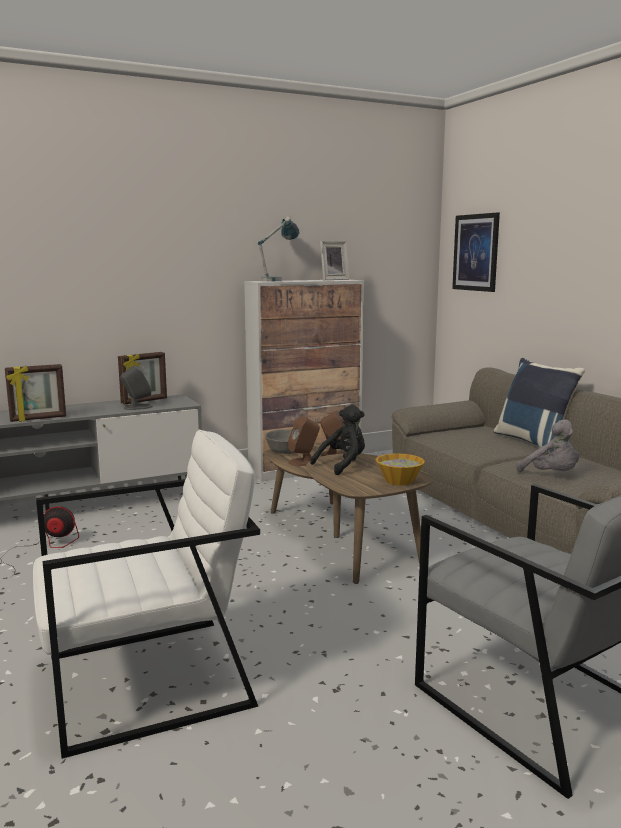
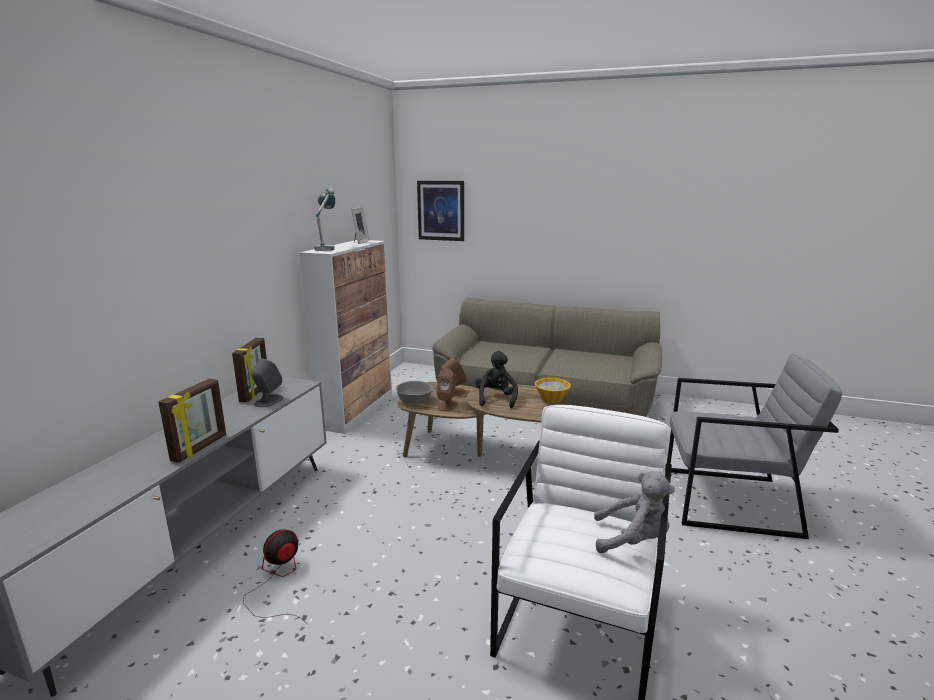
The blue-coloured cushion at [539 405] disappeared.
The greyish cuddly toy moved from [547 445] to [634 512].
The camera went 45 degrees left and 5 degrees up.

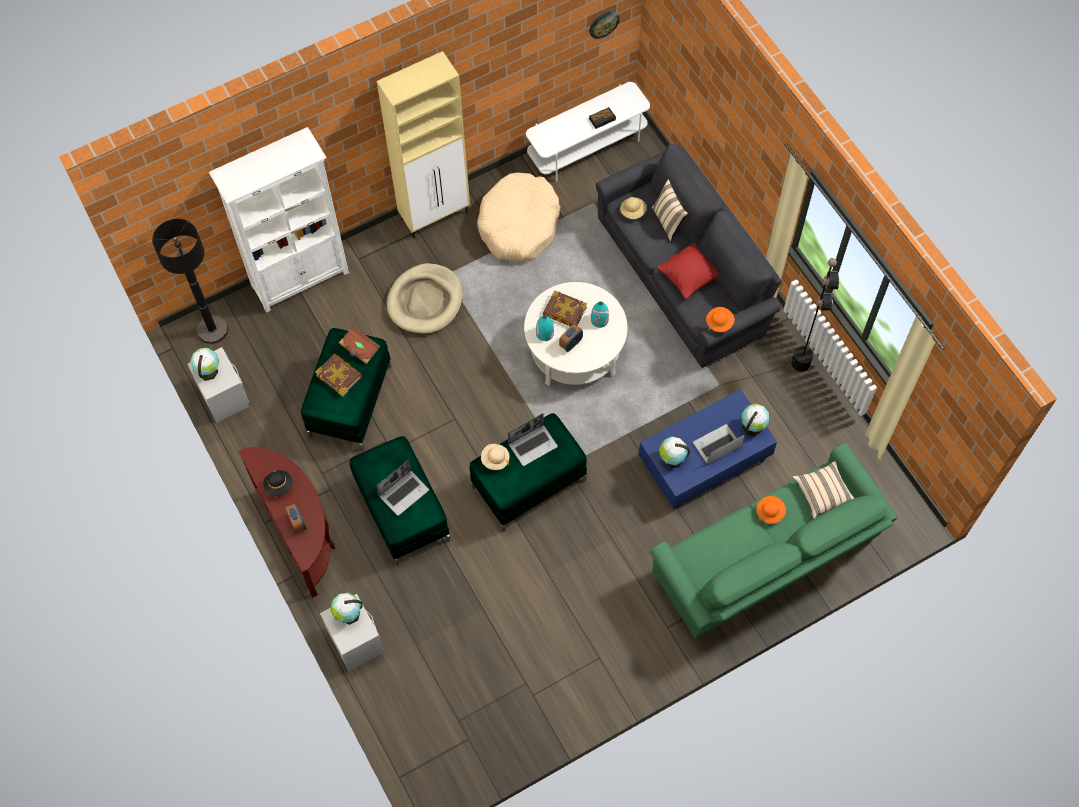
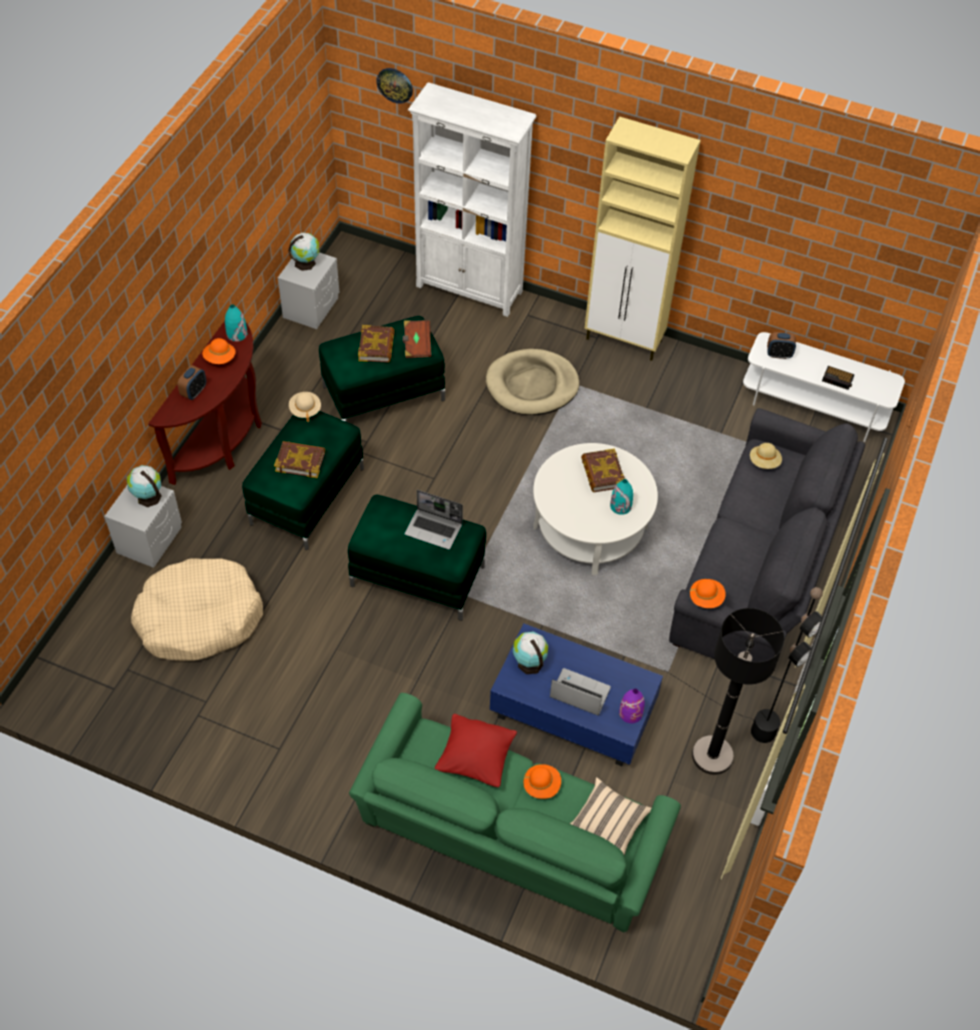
The sand-coloured cushion at [670 210] disappeared.
The black-coloured floor lamp moved from [190 281] to [738 691].
The sand-coloured dog cushion moved from [518 217] to [197 609].
The sand-coloured hat moved from [495 457] to [305 407].
The blue-green flower vase moved from [545 328] to [236 322].
The bedside clock moved from [571 338] to [781 345].
The wall clock moved from [604 25] to [394 86].
The red cushion moved from [688 271] to [476 750].
The portable computer at [403 488] was replaced by the book at [299 460].
The desk globe at [755 420] was replaced by the purple-coloured flower vase at [632 706].
The black-coloured hat at [278 483] became the orange-coloured hat at [219 351].
The camera went 50 degrees right and 10 degrees down.

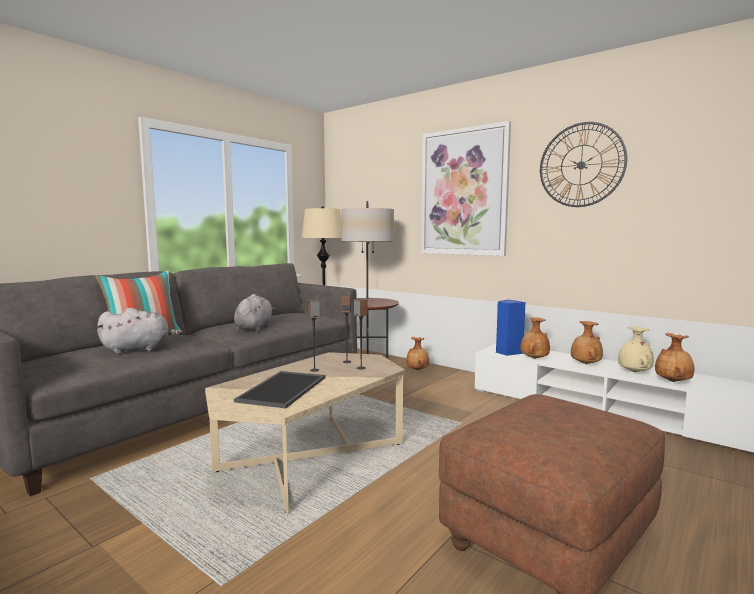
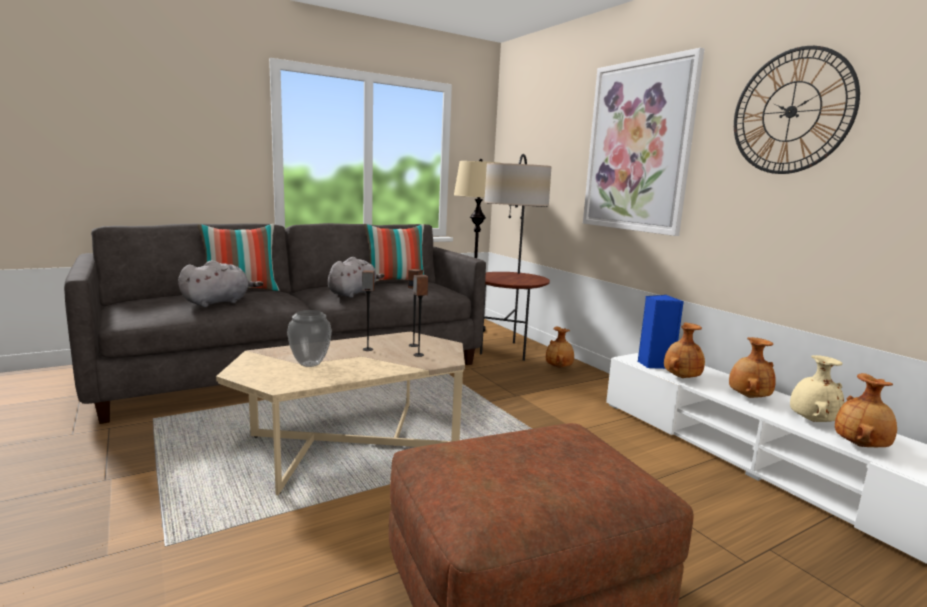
The cushion at [394 253] appeared.
The tray at [279 389] was replaced by the flower vase at [309 338].
The greyish cuddly toy at [140 331] turned 45 degrees counterclockwise.
The camera went 20 degrees right and 5 degrees up.

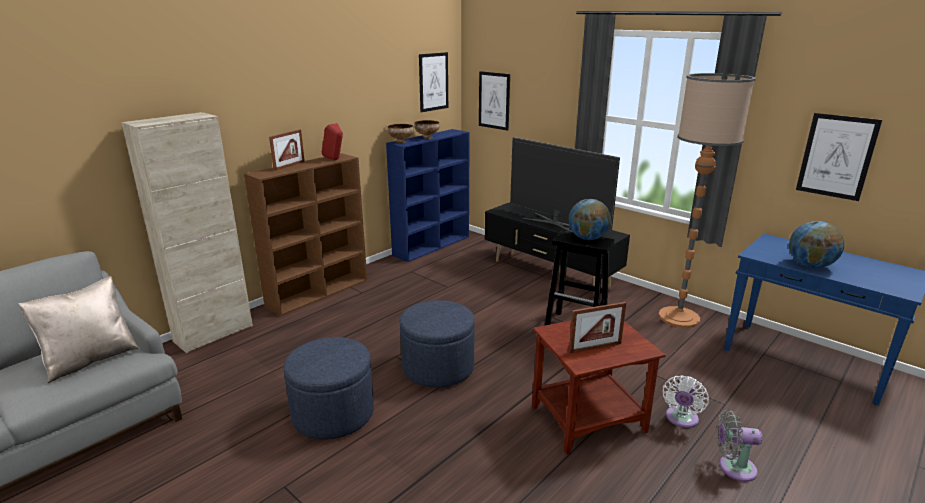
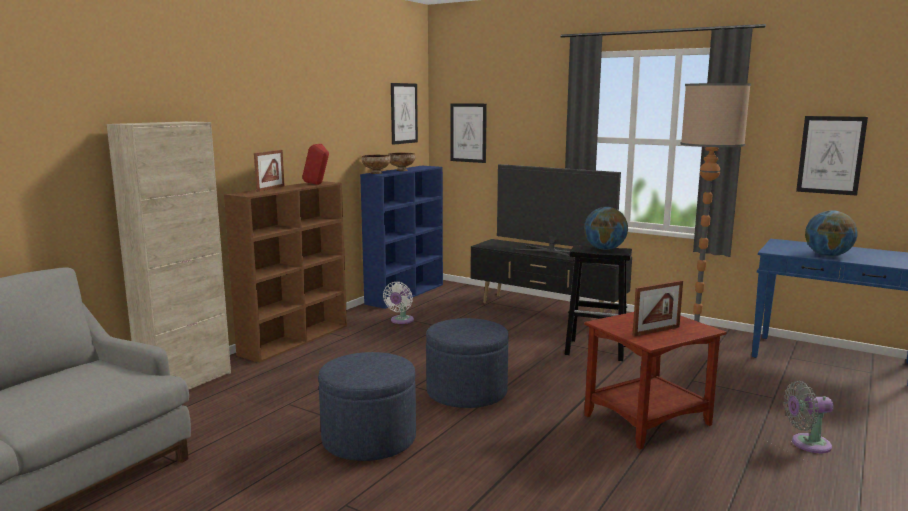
The sand-coloured cushion at [78 329] disappeared.
The white cooling fan moved from [686 401] to [398 303].
The camera went 10 degrees left and 10 degrees down.

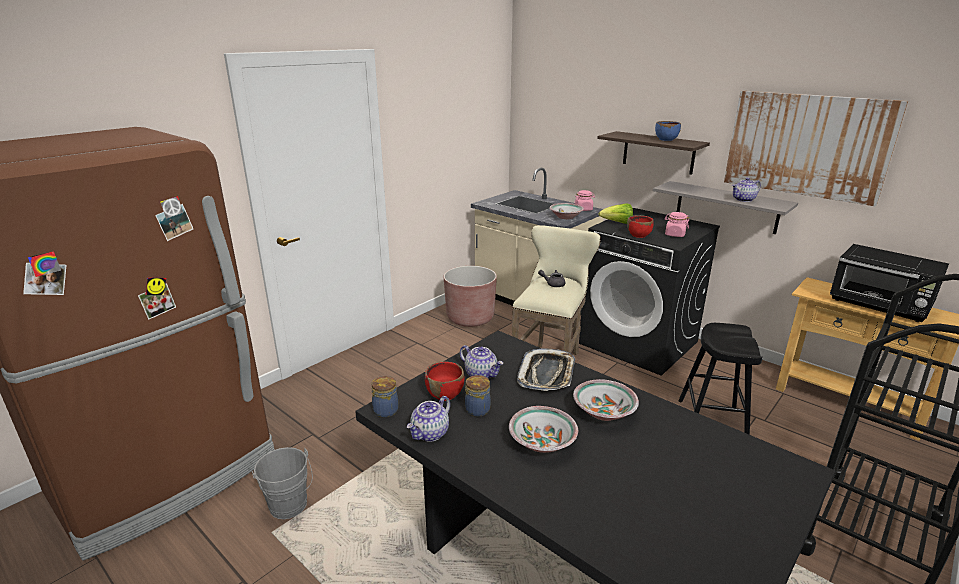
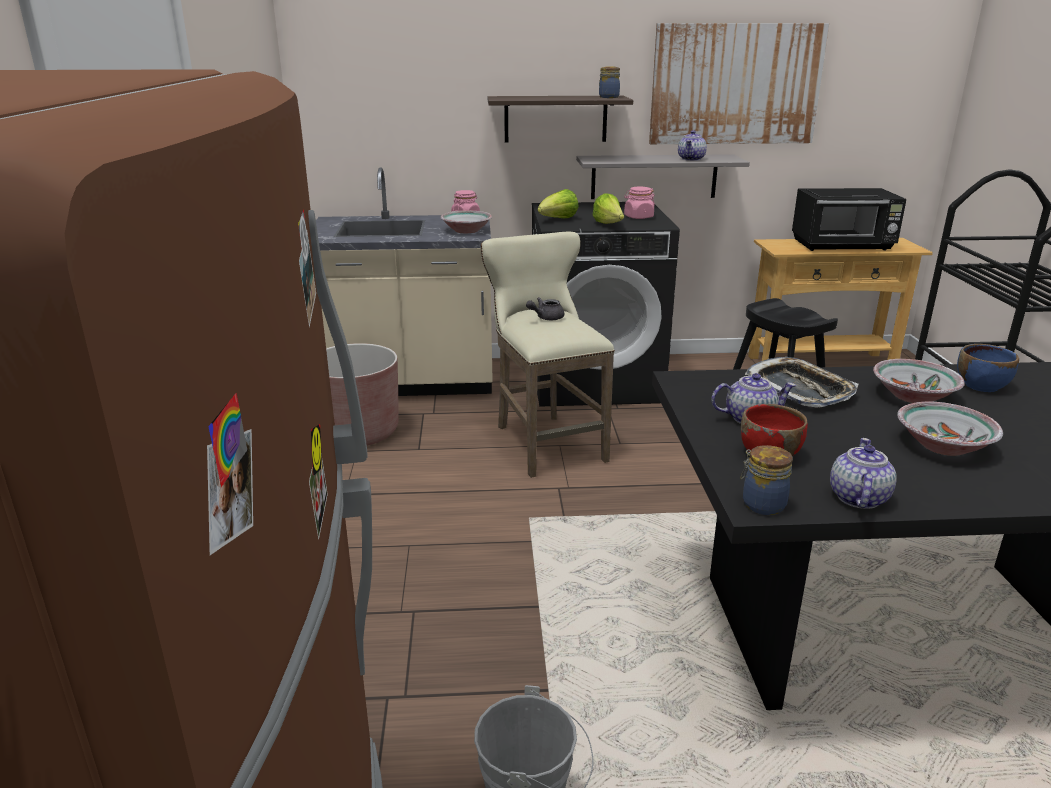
The jar moved from [478 396] to [609 82].
The blue-coloured deep dish moved from [668 131] to [988 368].
The red deep dish at [640 226] was replaced by the head of lettuce at [608 208].
The teapot at [428 419] turned 150 degrees counterclockwise.
The camera went 45 degrees left and 0 degrees up.

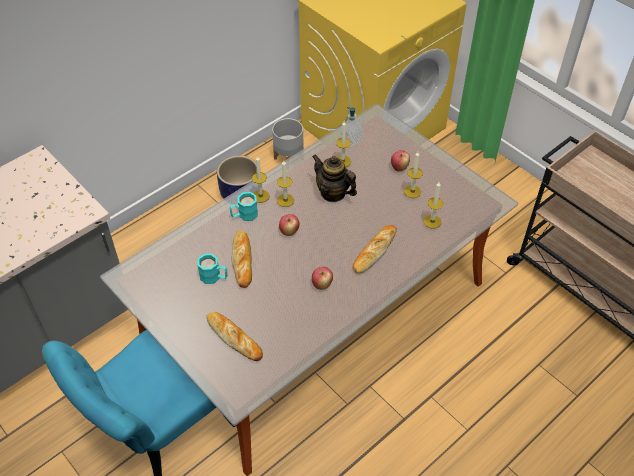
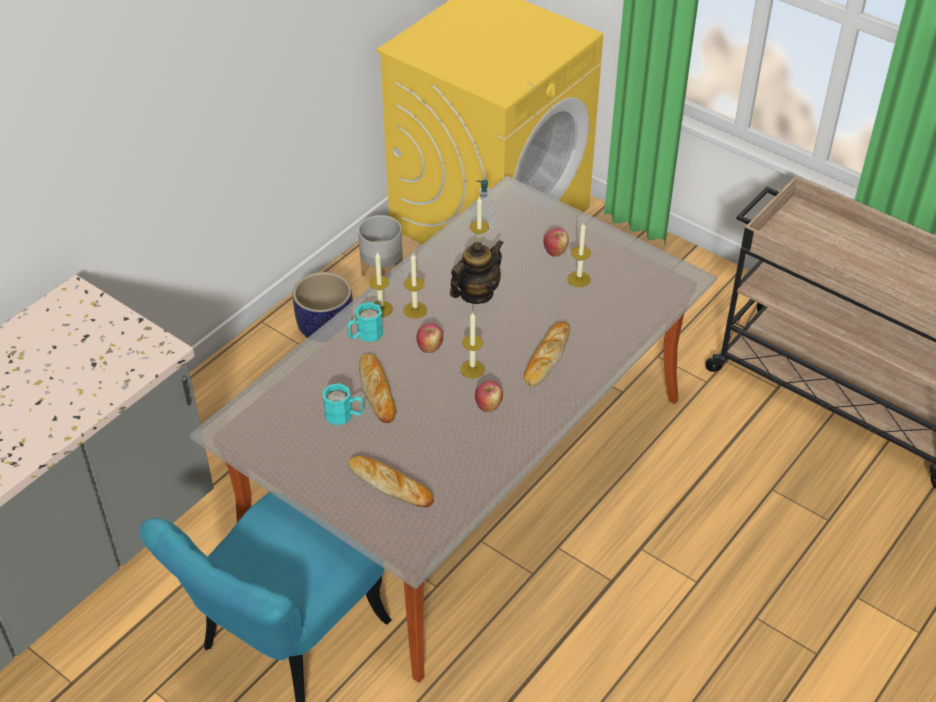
The wax candle moved from [433 205] to [472 345].
The teapot at [334 178] turned 105 degrees clockwise.
The camera went 10 degrees left and 5 degrees down.

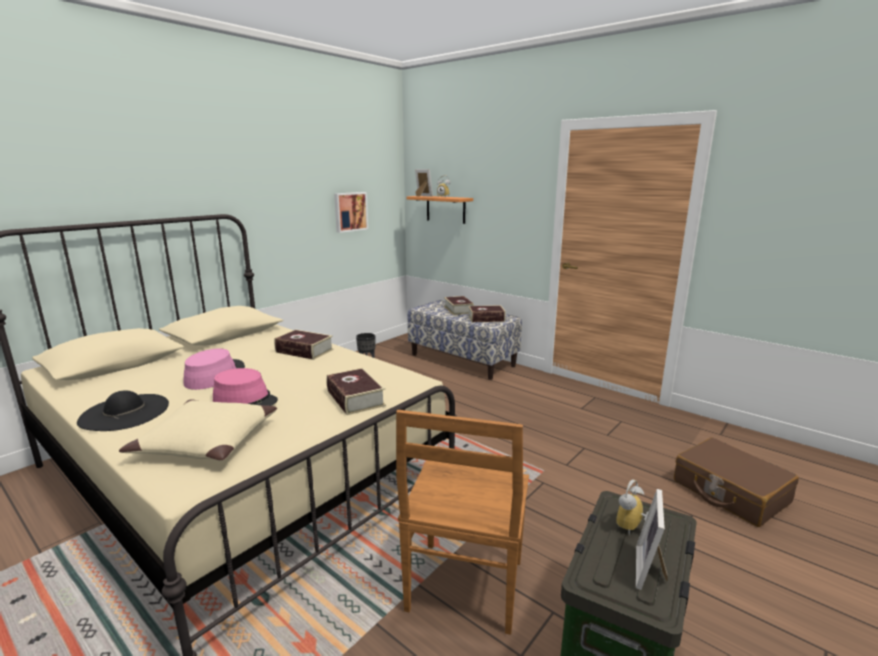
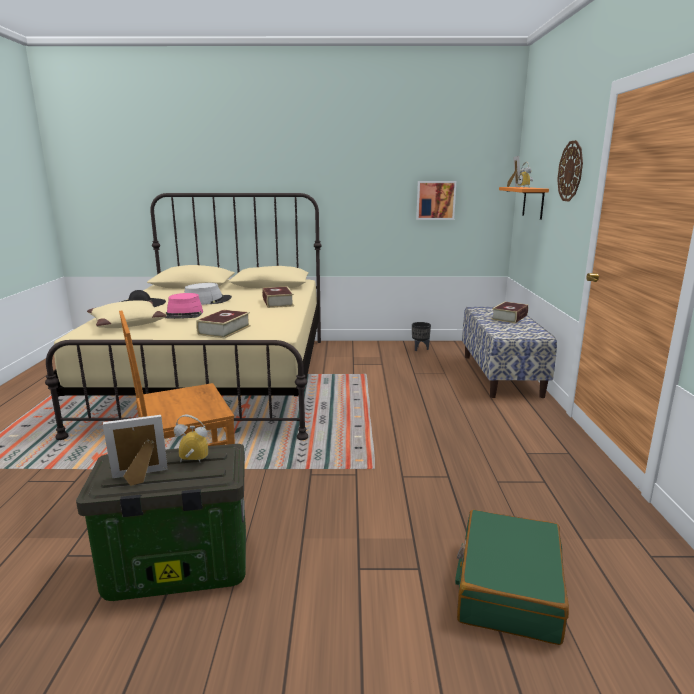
The book at [487 313] disappeared.
The wall clock at [570 171] appeared.
The pink hat at [214 369] became the greyish hat at [208 294].
The brown suitcase at [736 482] became the green suitcase at [512 577].
The camera went 50 degrees right and 0 degrees up.

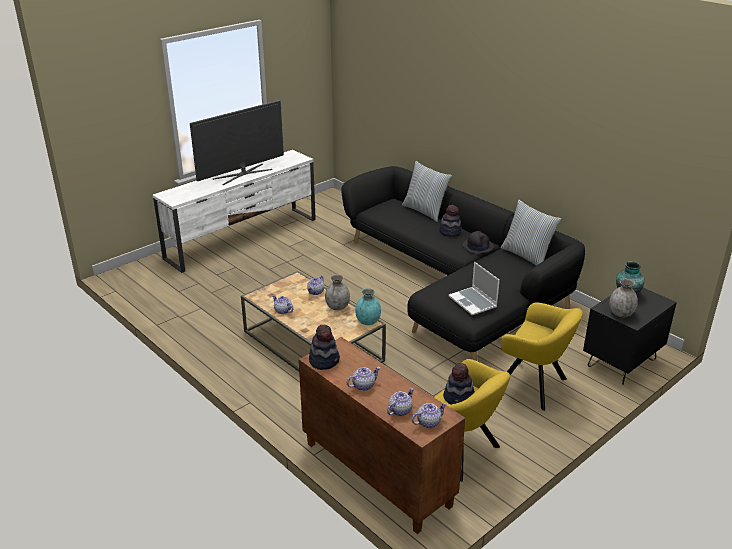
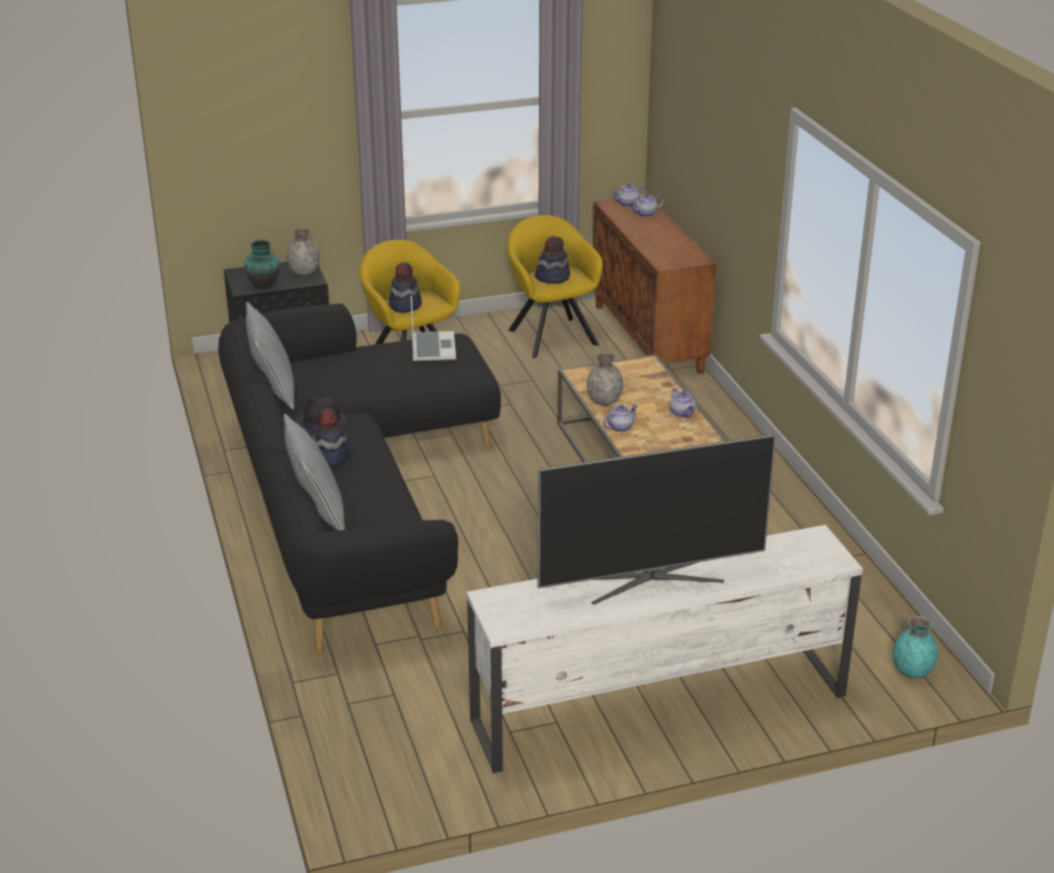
The teapot at [363 379] disappeared.
The hat moved from [324 347] to [405 287].
The blue-green flower vase moved from [368 306] to [915 647].
The camera went 155 degrees left and 0 degrees up.

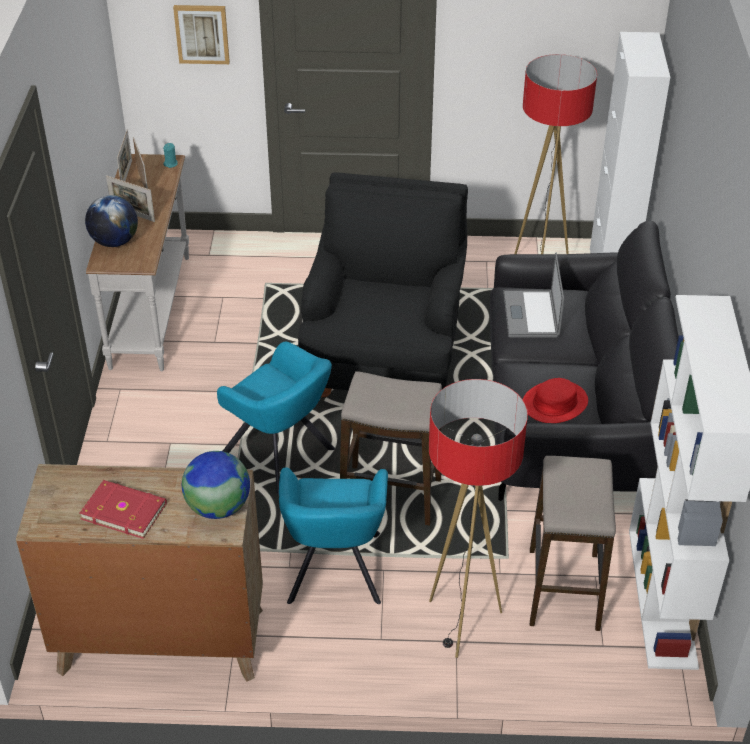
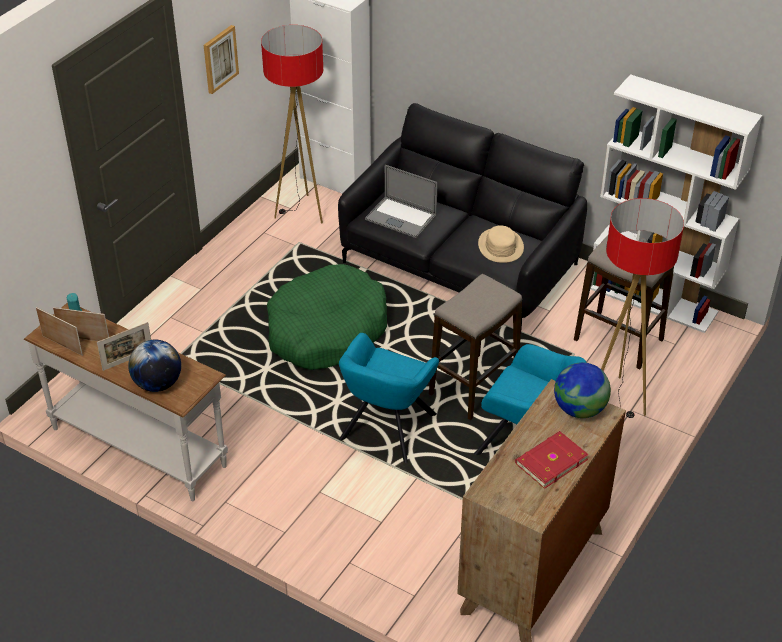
The wall art moved from [201 34] to [221 59].
The black-coloured lounge chair at [383 287] was replaced by the green dog cushion at [327 317].
The red hat at [555 400] became the sand-coloured hat at [501 244].
The blue-green lounge chair at [276 418] turned 135 degrees clockwise.
The camera went 60 degrees left and 0 degrees up.

